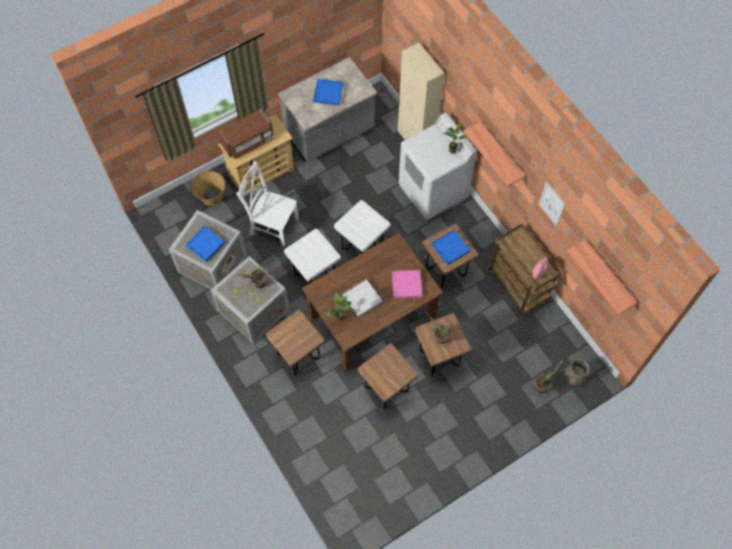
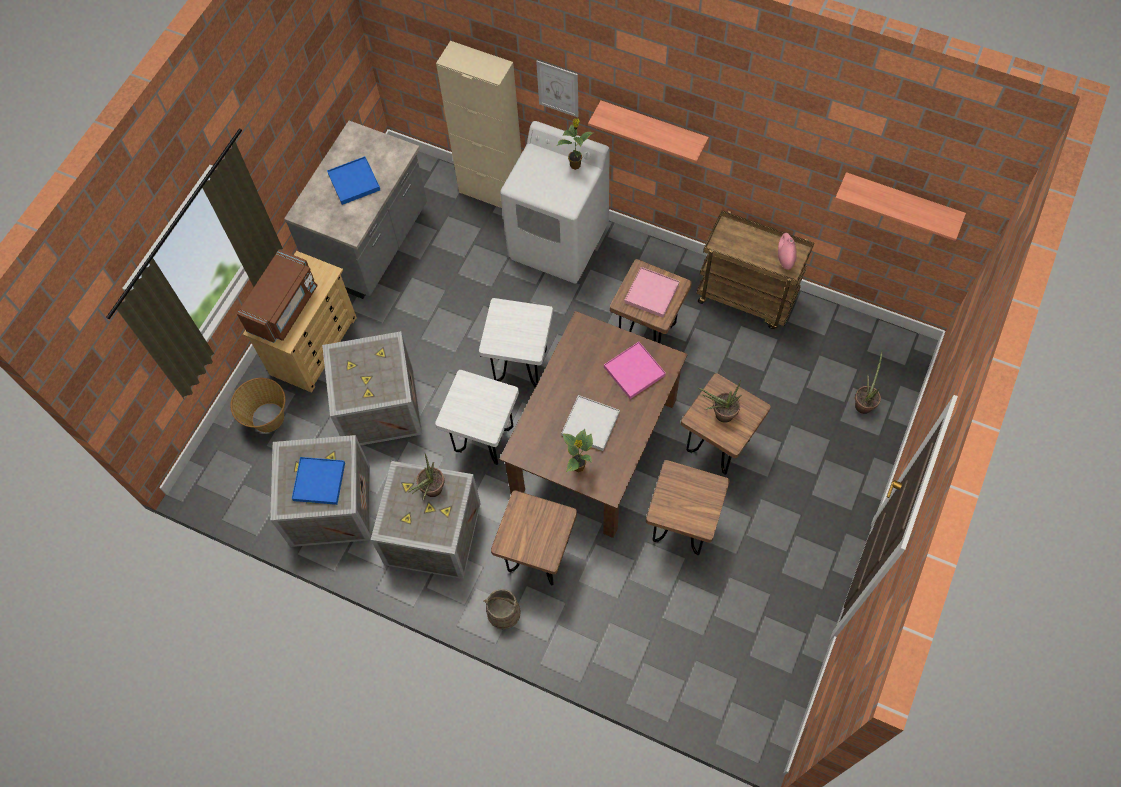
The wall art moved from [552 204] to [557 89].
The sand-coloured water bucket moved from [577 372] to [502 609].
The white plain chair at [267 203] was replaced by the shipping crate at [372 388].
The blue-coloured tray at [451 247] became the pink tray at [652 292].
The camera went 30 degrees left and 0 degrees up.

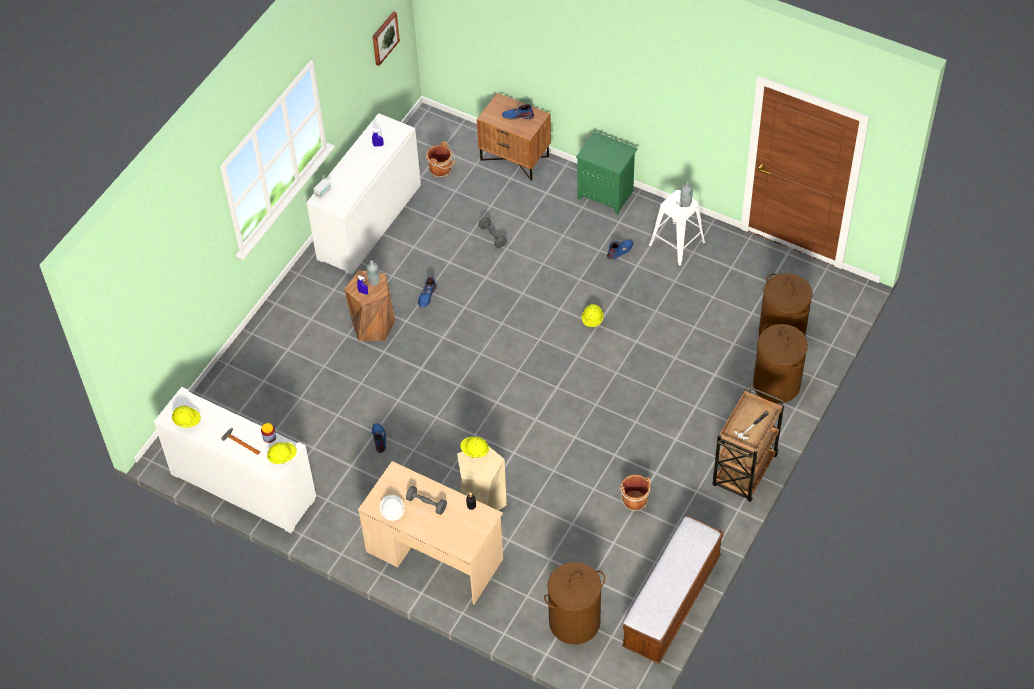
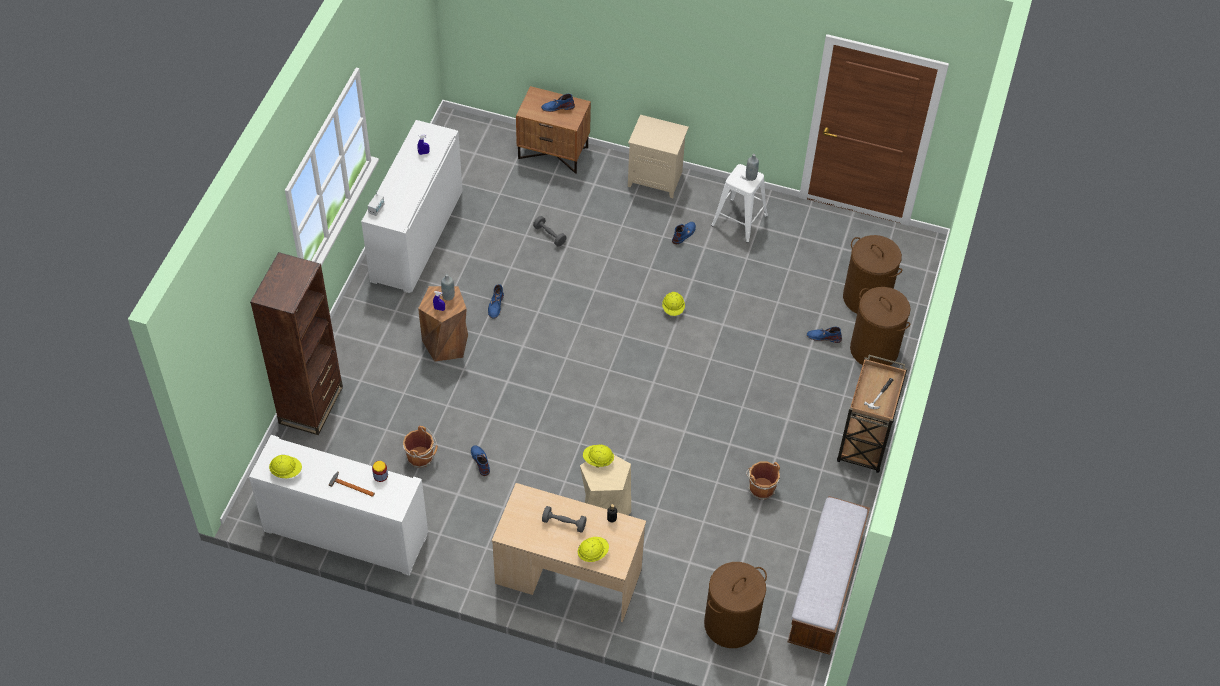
The wall art at [386 38] disappeared.
The white safety helmet at [392 508] disappeared.
The brown bookshelf at [296 343] appeared.
The blue-coloured high-top boot at [824 335] appeared.
The yellowish safety helmet moved from [282 453] to [593 549].
The brown water bucket moved from [440 159] to [420 447].
The green bedside table at [606 173] became the sand-coloured bedside table at [658 156].
The camera went 15 degrees left and 0 degrees up.

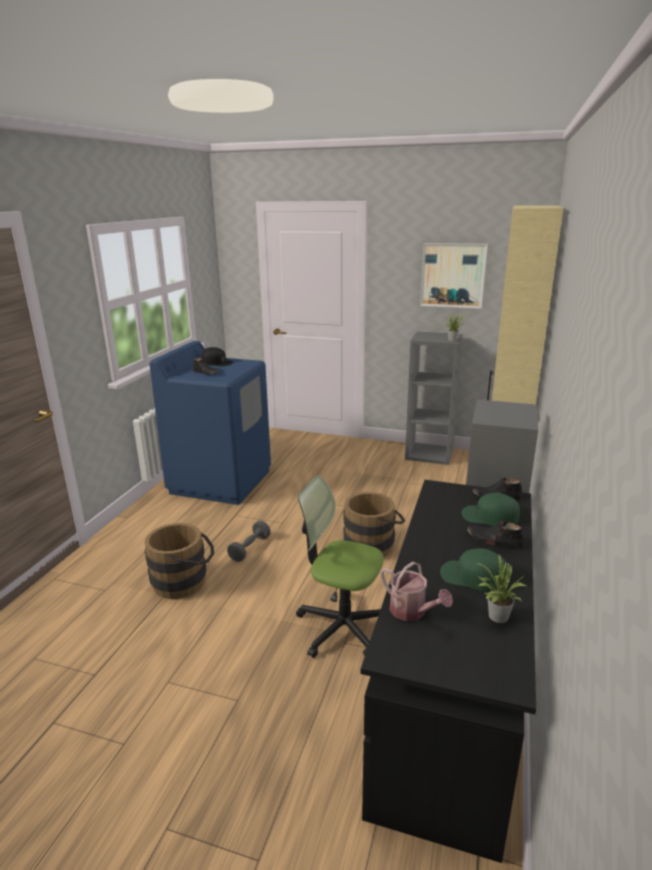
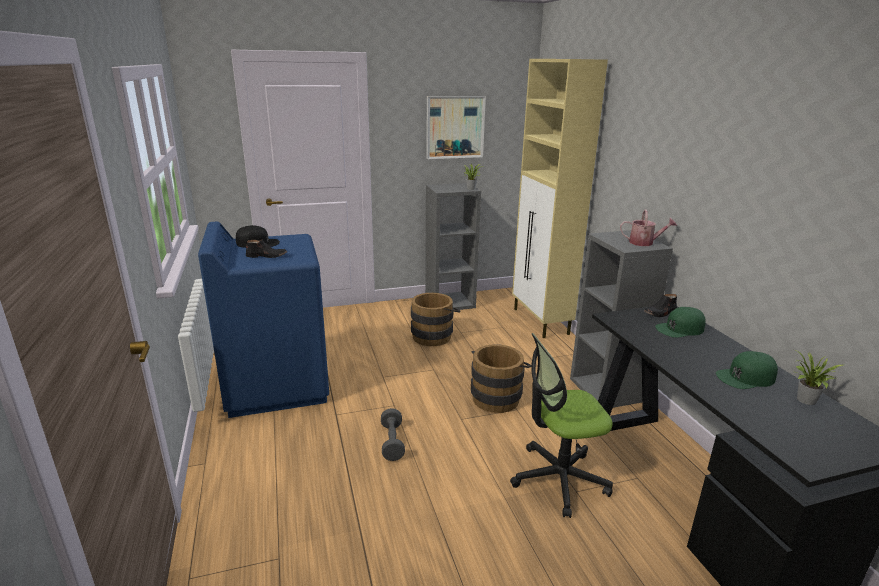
The black-coloured low shoe at [495 534] disappeared.
The brown water bucket moved from [179 561] to [435 319].
The watering can moved from [417 591] to [648 227].
The camera went 35 degrees left and 0 degrees up.

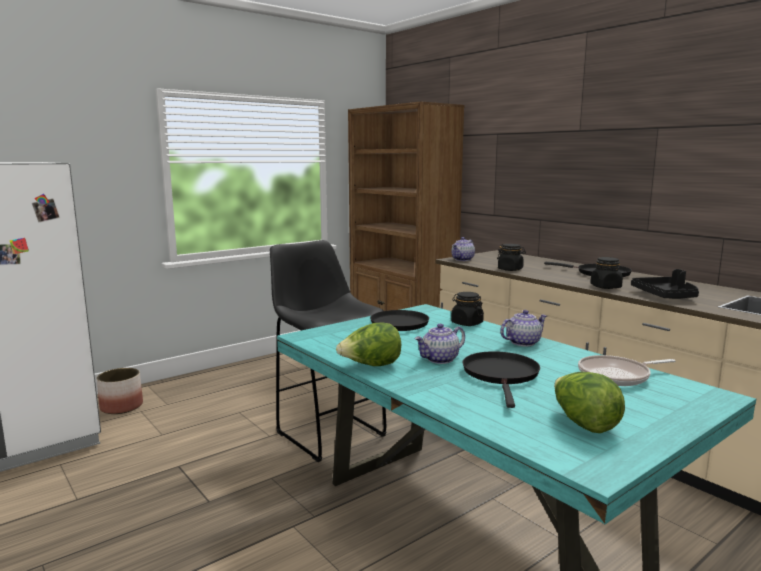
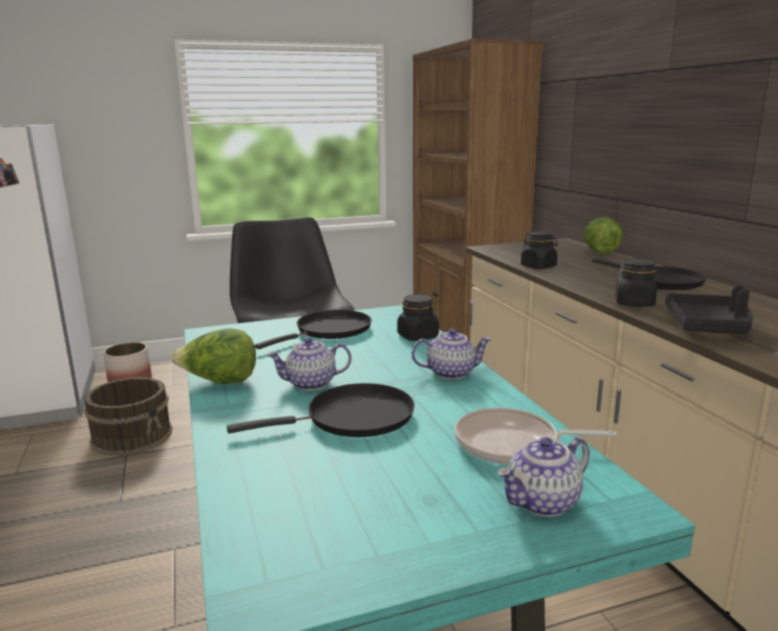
The brown water bucket at [128 416] appeared.
The teapot moved from [463 249] to [543 477].
The head of lettuce moved from [589 402] to [603 235].
The black-coloured skillet at [501 379] turned 45 degrees clockwise.
The camera went 20 degrees right and 5 degrees up.

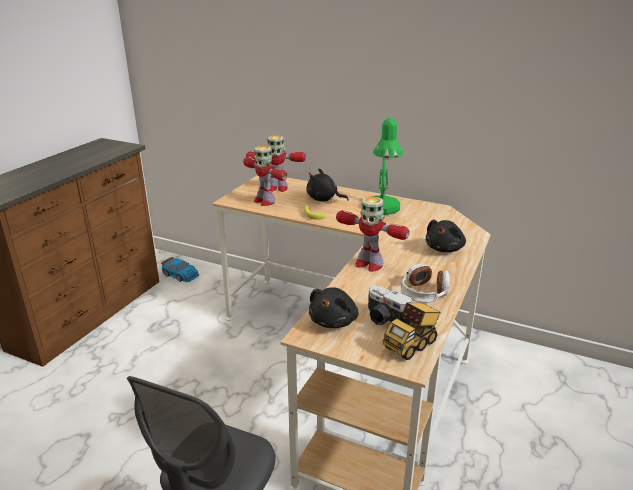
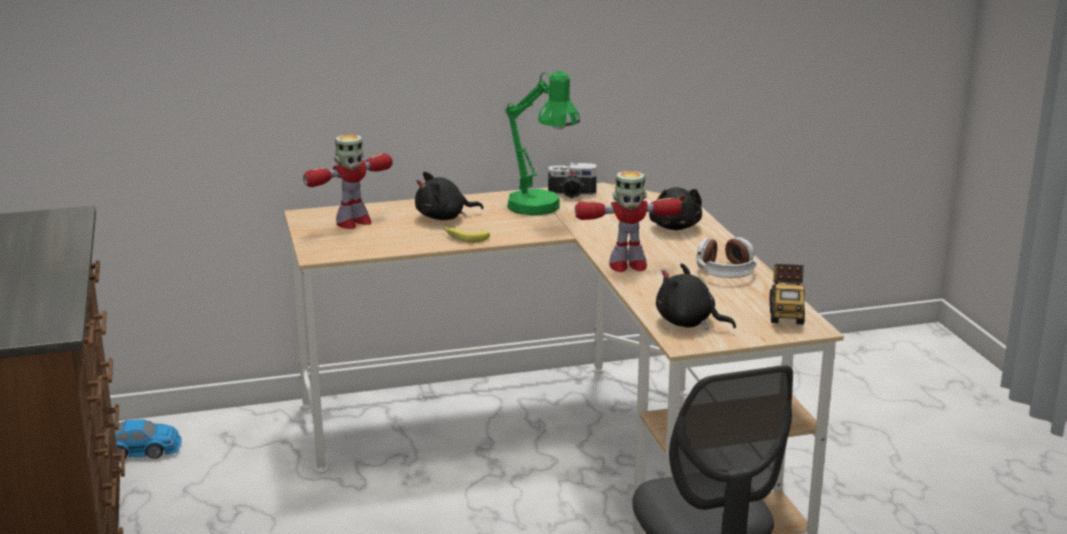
The model robot at [265 176] disappeared.
The photo camera moved from [390 305] to [572 180].
The black-coloured cuddly toy at [333 307] turned 135 degrees clockwise.
The camera went 40 degrees left and 5 degrees down.

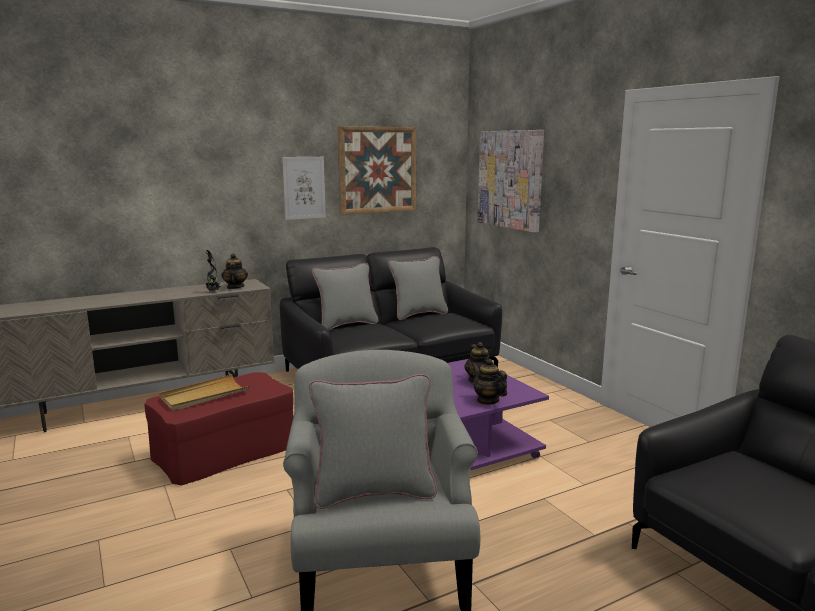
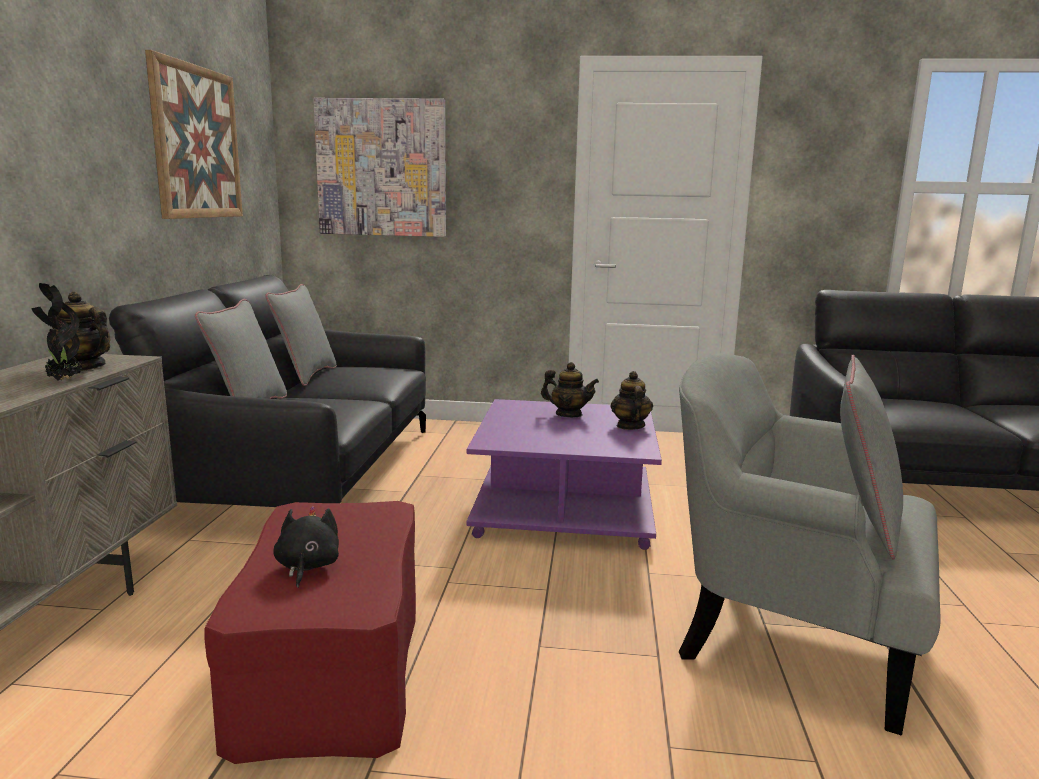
The wall art at [304 188] disappeared.
The sand-coloured tray at [204 392] was replaced by the black-coloured cuddly toy at [306 547].
The teapot at [489 382] turned 90 degrees clockwise.
The camera went 55 degrees left and 0 degrees up.

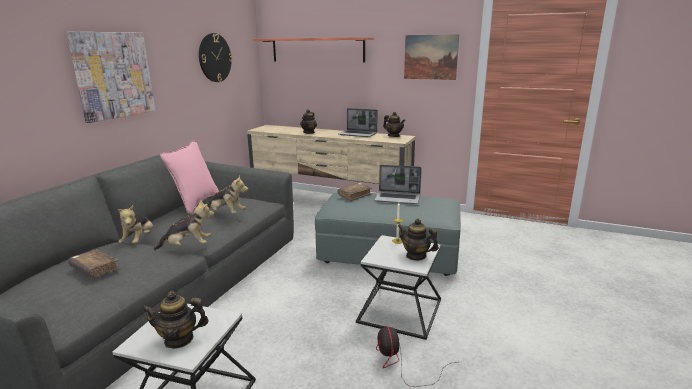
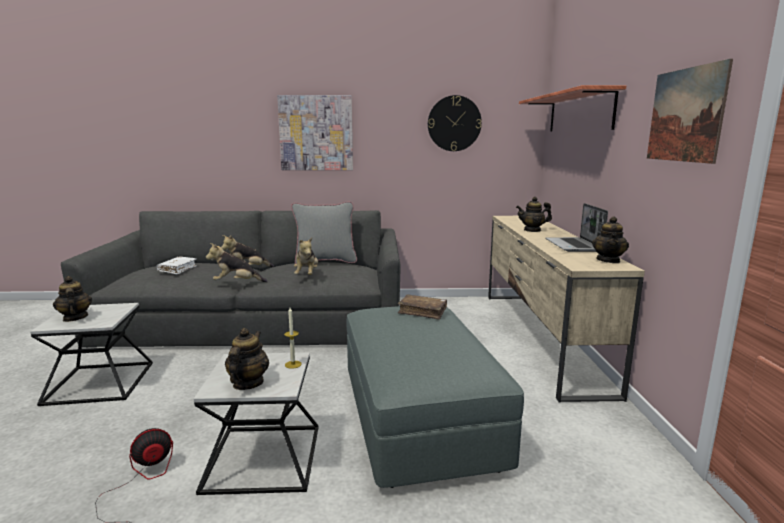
The portable computer at [398 184] disappeared.
The brown book at [94 263] became the white book at [177 266].
The pink cushion at [189 177] became the greyish cushion at [324 232].
The cuddly toy at [183 224] turned 120 degrees clockwise.
The camera went 65 degrees right and 5 degrees down.

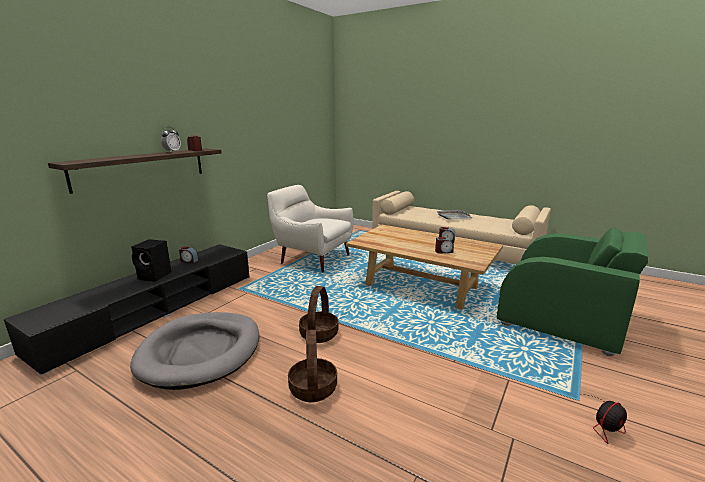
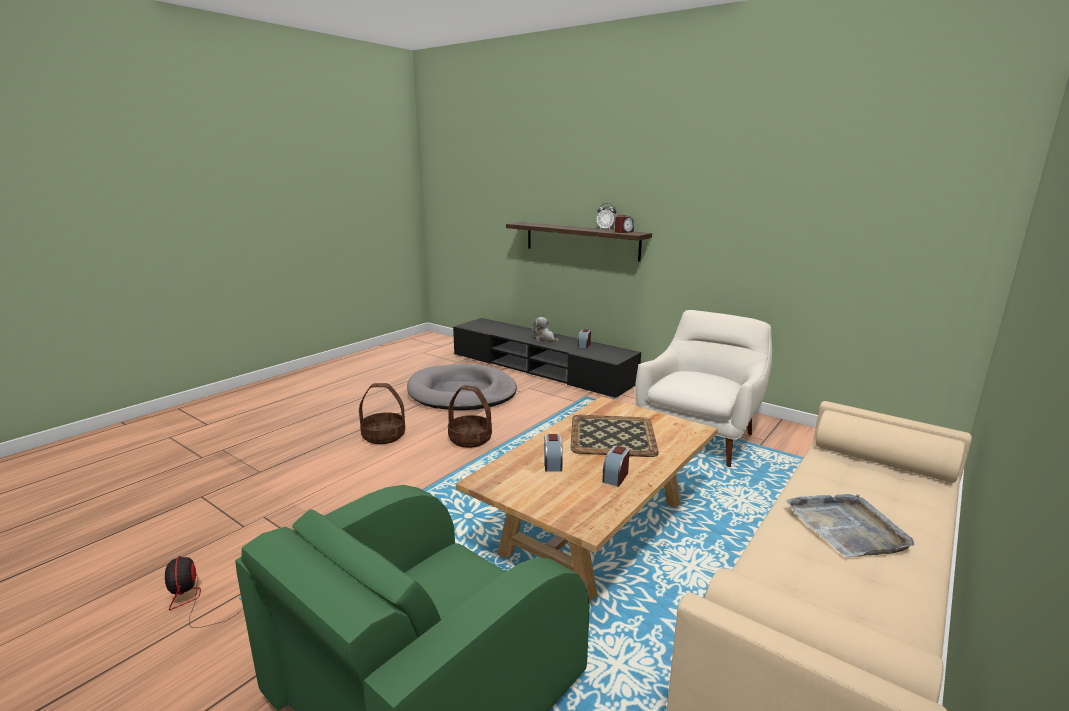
The tray at [615 436] appeared.
The black-coloured loudspeaker at [151 260] was replaced by the cuddly toy at [546 330].
The camera went 95 degrees right and 0 degrees up.

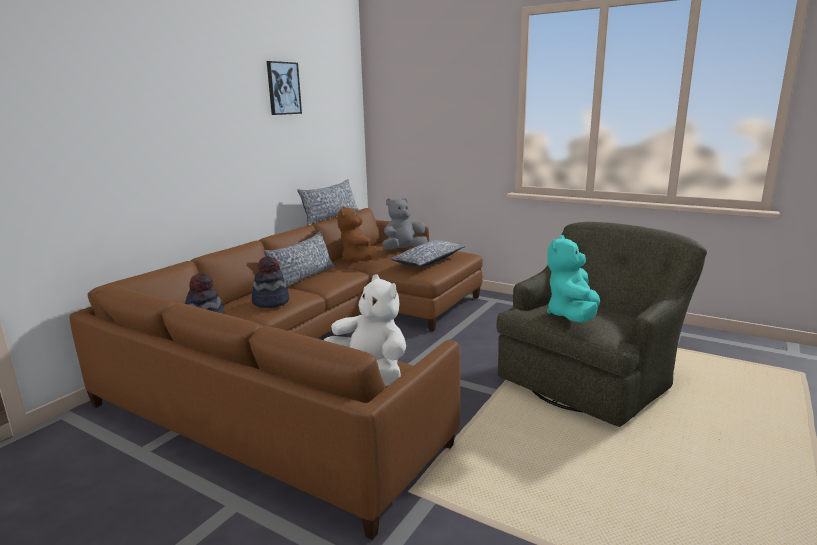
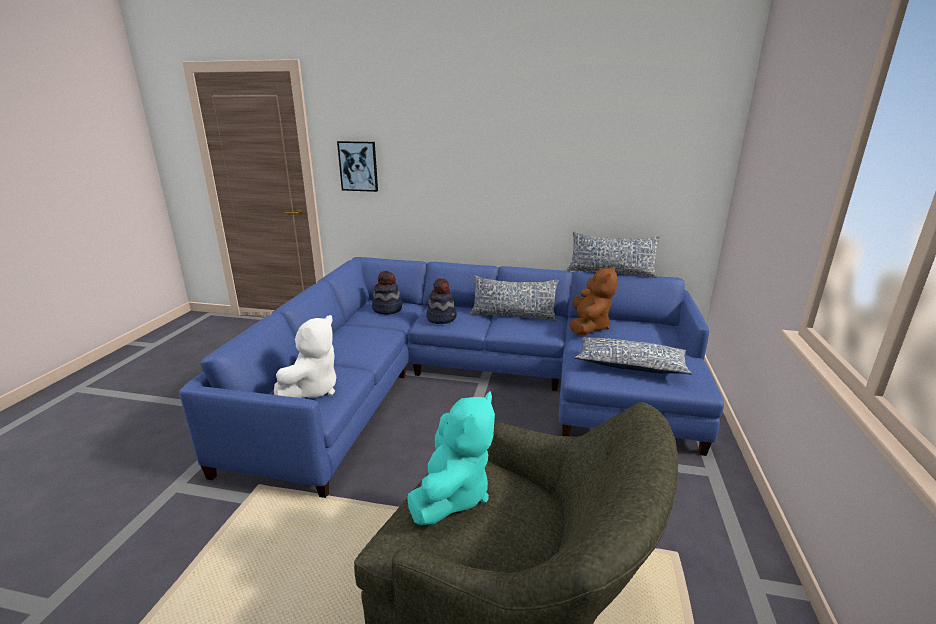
The greyish cuddly toy at [405 224] disappeared.
The wall art moved from [284 88] to [357 166].
The brown couch at [276 374] became the blue-coloured couch at [451 377].
The brown cuddly toy at [357 234] turned 135 degrees clockwise.
The blue-green cuddly toy at [573 278] turned 105 degrees clockwise.
The camera went 70 degrees right and 5 degrees up.

